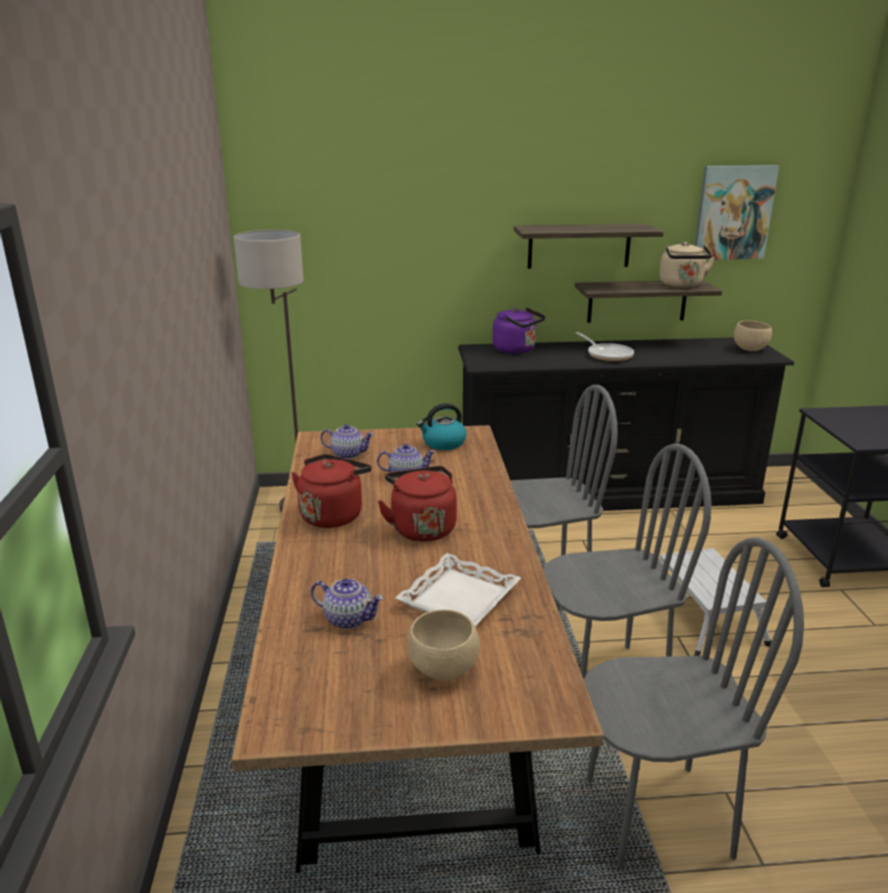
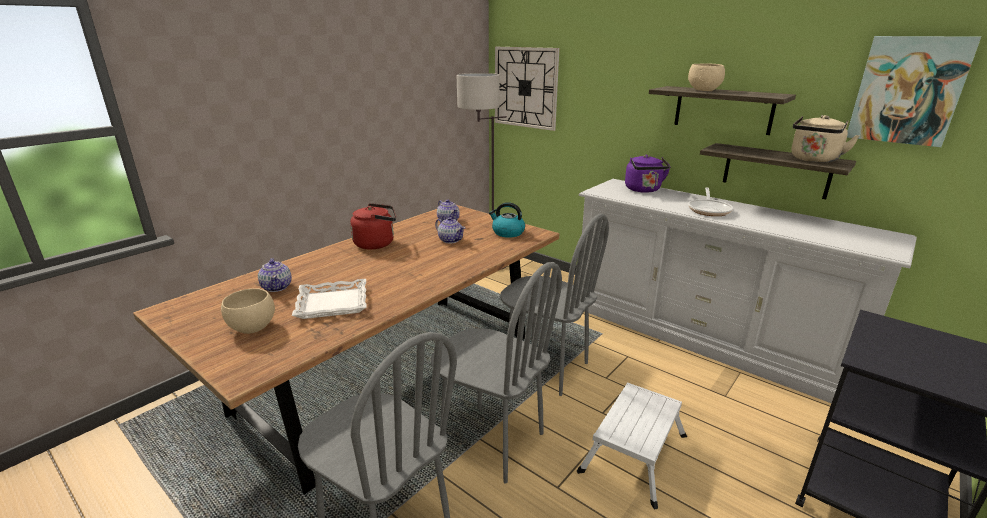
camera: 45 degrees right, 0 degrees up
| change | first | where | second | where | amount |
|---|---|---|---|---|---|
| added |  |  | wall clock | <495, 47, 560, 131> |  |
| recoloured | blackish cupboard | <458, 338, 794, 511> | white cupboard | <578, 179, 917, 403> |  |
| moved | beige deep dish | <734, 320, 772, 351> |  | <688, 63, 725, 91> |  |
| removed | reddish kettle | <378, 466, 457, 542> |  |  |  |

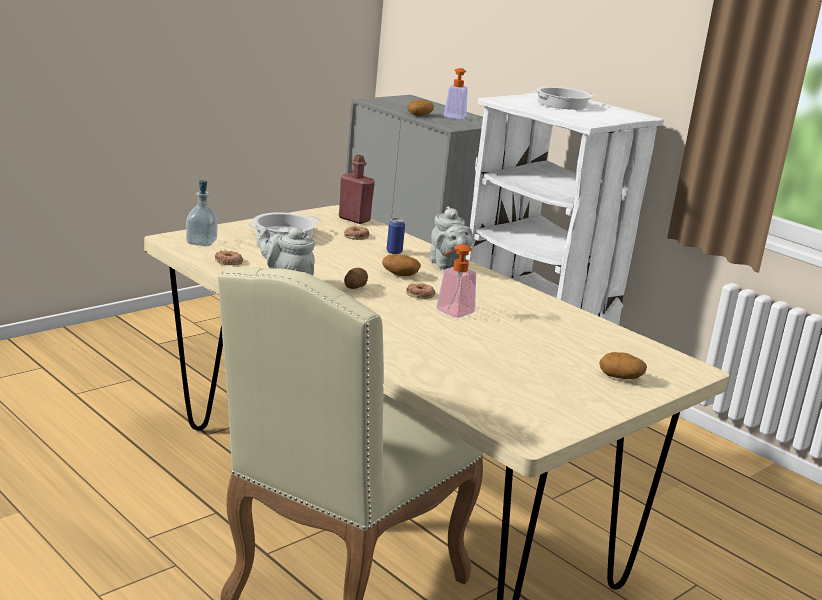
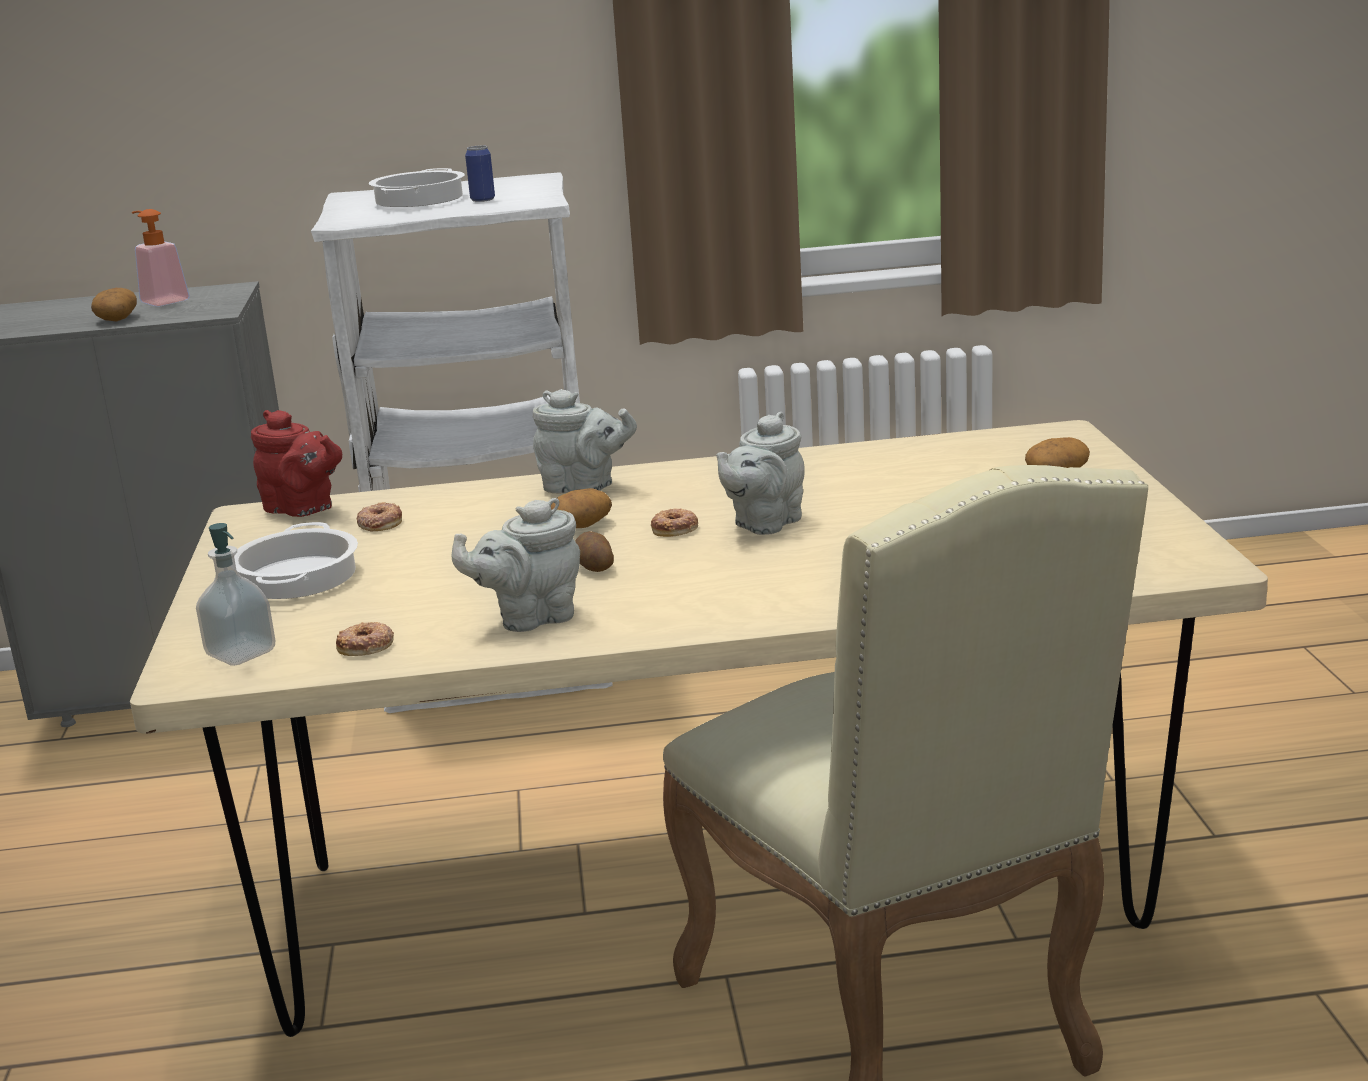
camera: 50 degrees left, 0 degrees up
| change | first | where | second | where | amount |
|---|---|---|---|---|---|
| replaced | reddish beverage bottle | <339, 155, 375, 224> | reddish teapot | <251, 410, 342, 517> |  |
| moved | can | <387, 218, 405, 254> |  | <465, 145, 495, 202> |  |
| replaced | soap dispenser | <436, 244, 476, 318> | gray teapot | <716, 412, 805, 535> |  |

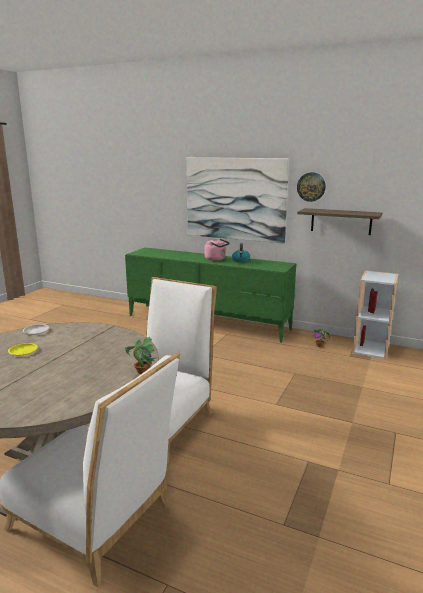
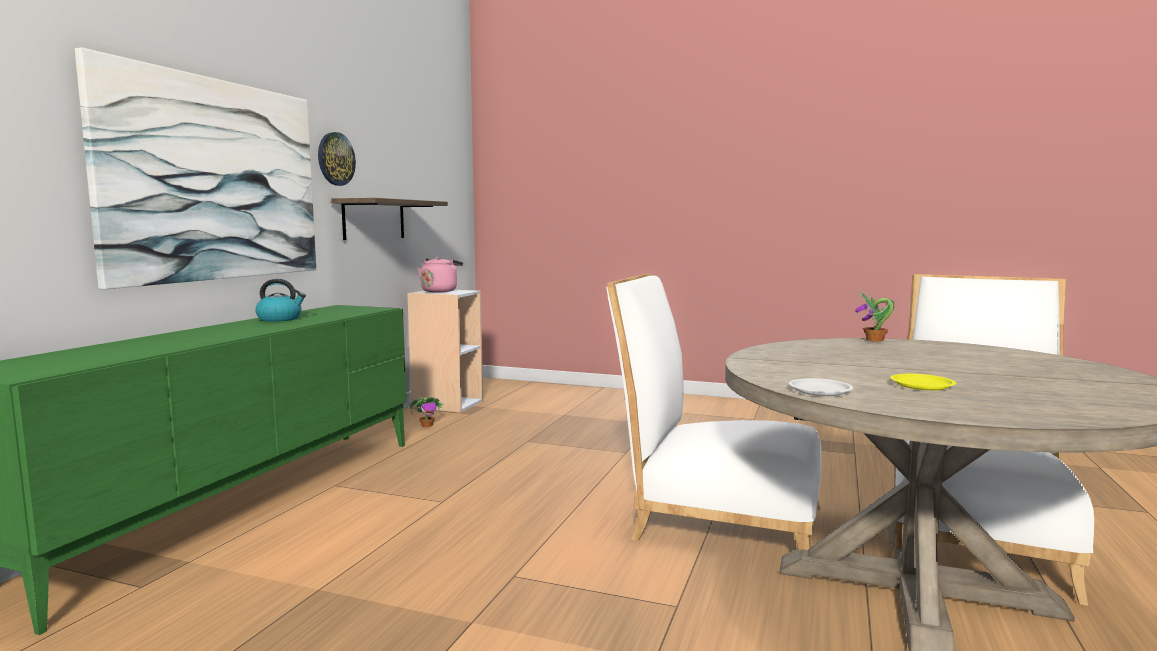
camera: 95 degrees left, 10 degrees down
| change | first | where | second | where | amount |
|---|---|---|---|---|---|
| moved | pink kettle | <204, 239, 230, 261> |  | <418, 257, 463, 292> |  |

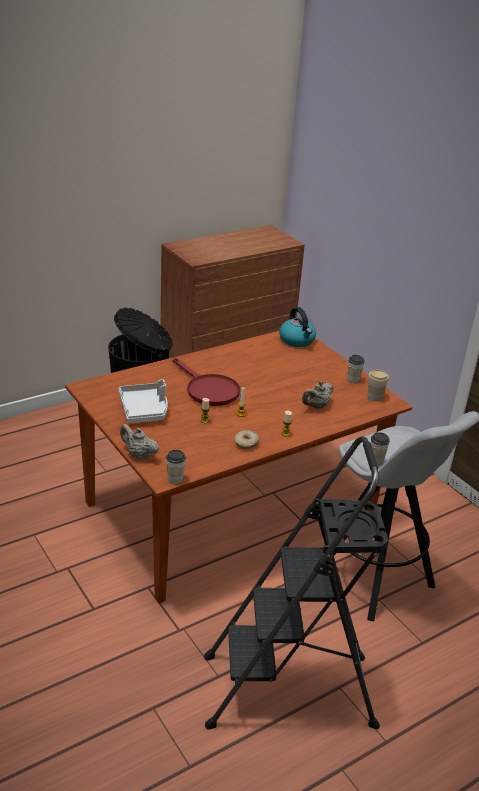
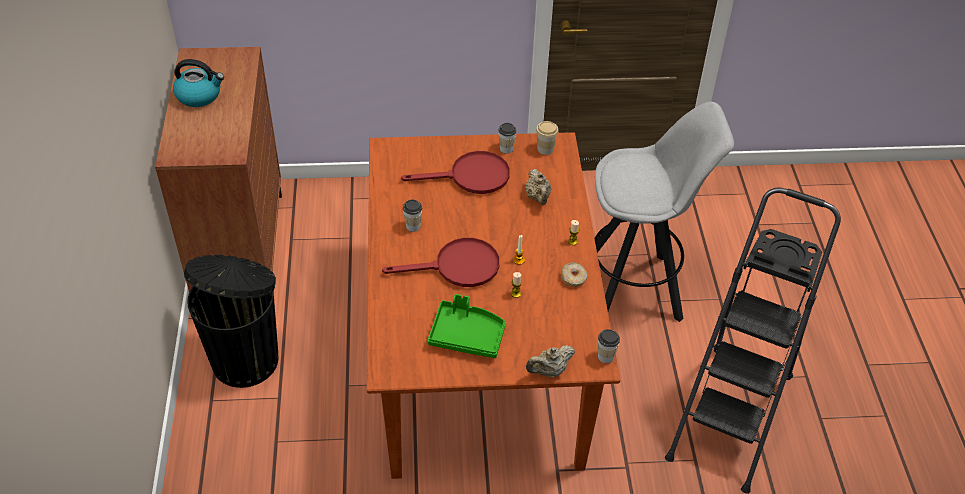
camera: 60 degrees left, 15 degrees up
| change | first | where | second | where | amount |
|---|---|---|---|---|---|
| moved | kettle | <279, 307, 316, 347> |  | <173, 59, 224, 107> |  |
| added |  |  | reddish frying pan | <401, 151, 510, 194> |  |
| moved | small cup | <371, 432, 390, 465> |  | <403, 199, 422, 232> |  |
| recoloured | gray carrying tray | <119, 379, 168, 423> | green-coloured carrying tray | <428, 294, 506, 358> |  |

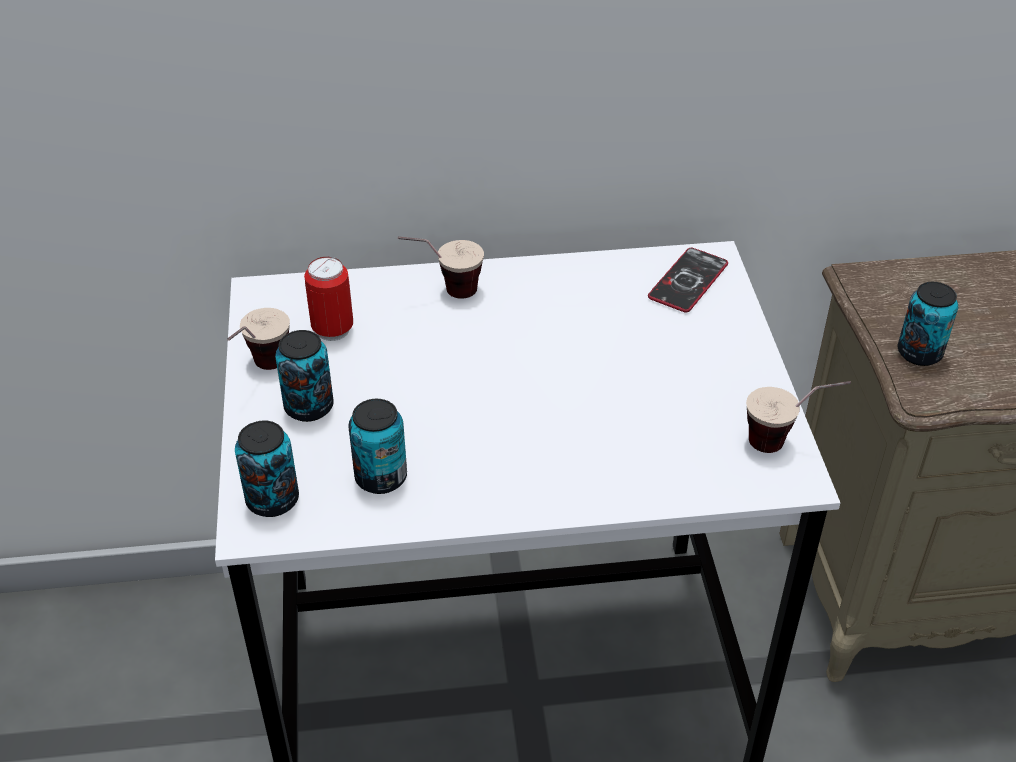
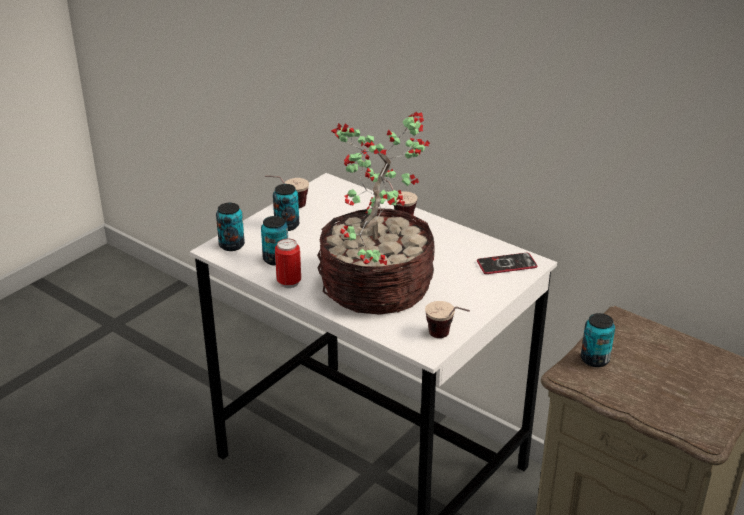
camera: 45 degrees right, 10 degrees down
| change | first | where | second | where | amount |
|---|---|---|---|---|---|
| moved | can | <304, 257, 353, 341> |  | <275, 239, 301, 288> |  |
| added |  |  | plant in a pot | <317, 112, 434, 315> |  |

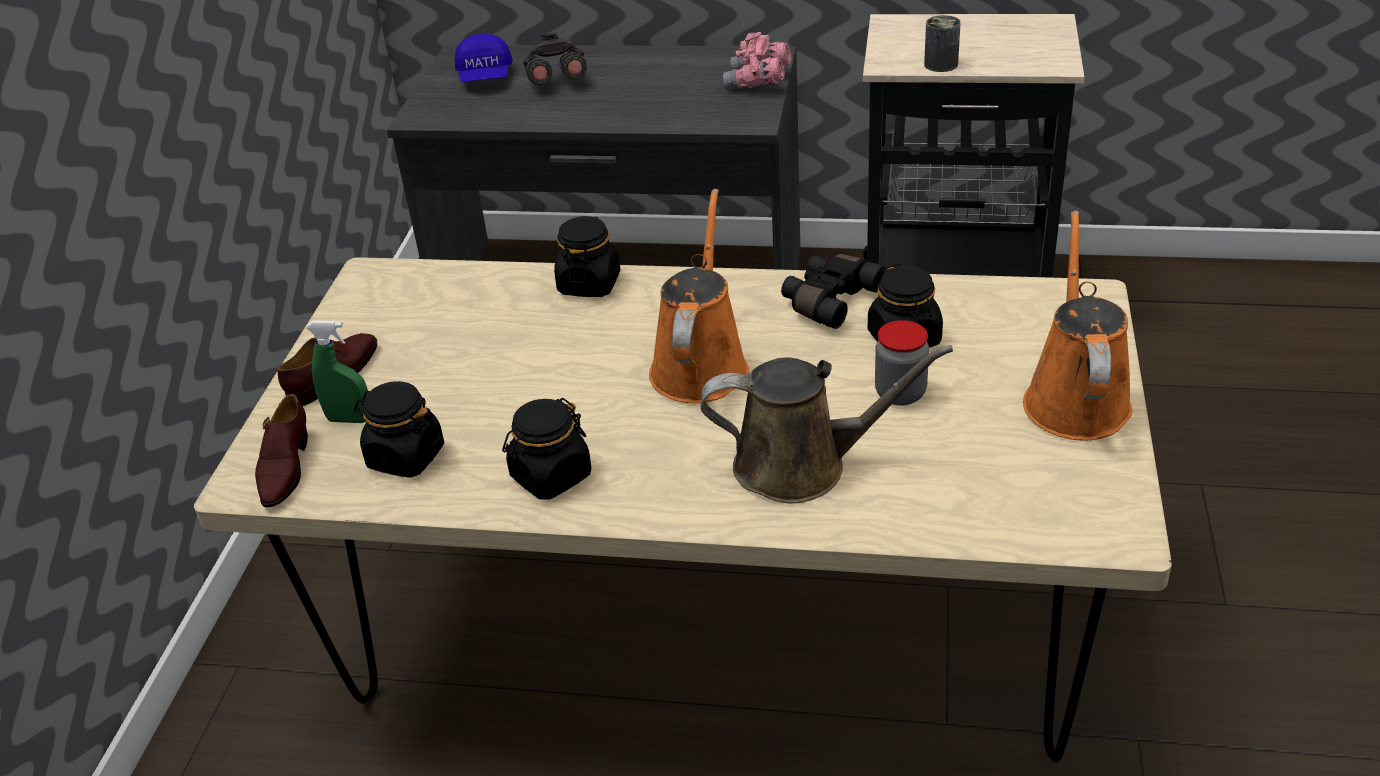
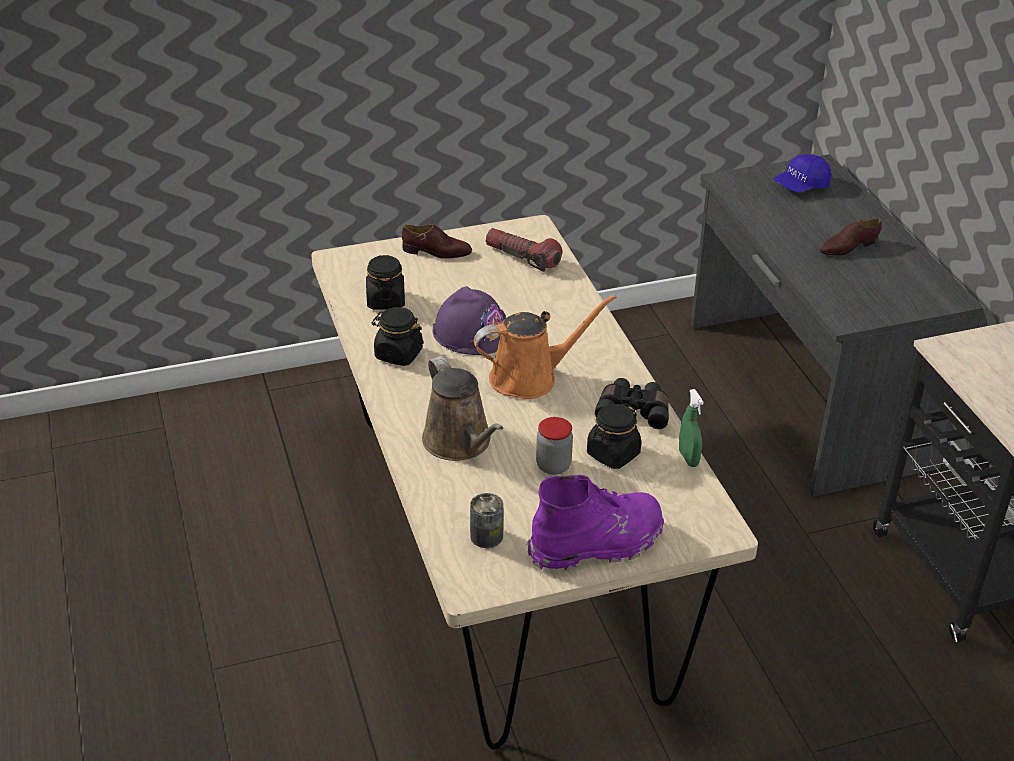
camera: 60 degrees right, 0 degrees up
| change | first | where | second | where | amount |
|---|---|---|---|---|---|
| added |  |  | purplish hard hat | <433, 286, 506, 355> |  |
| moved | can | <924, 15, 961, 72> |  | <470, 493, 504, 548> |  |
| added |  |  | flashlight | <486, 228, 563, 272> |  |
| replaced | orange-coloured watering can | <1023, 211, 1132, 441> | purplish tall boot | <527, 475, 664, 571> |  |
| moved | green-coloured spray bottle | <306, 321, 368, 423> |  | <679, 389, 704, 467> |  |
| moved | brown low shoe | <255, 394, 308, 507> |  | <820, 218, 882, 256> |  |
| removed | gray field glasses | <522, 32, 587, 85> |  |  |  |
| removed | blackish jar | <554, 216, 620, 297> |  |  |  |
| removed | pink field glasses | <723, 32, 791, 90> |  |  |  |

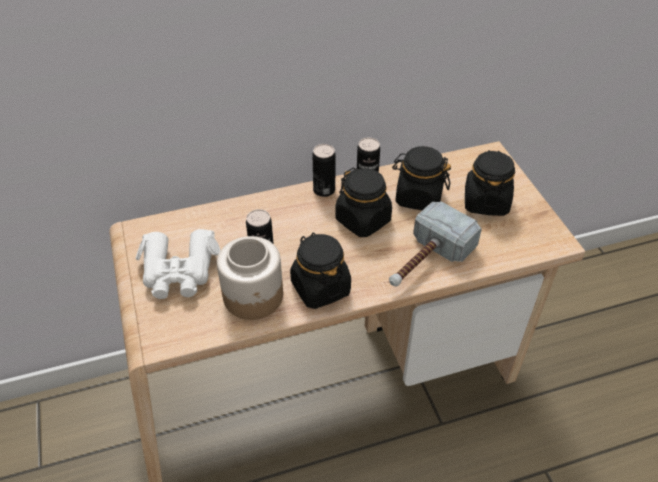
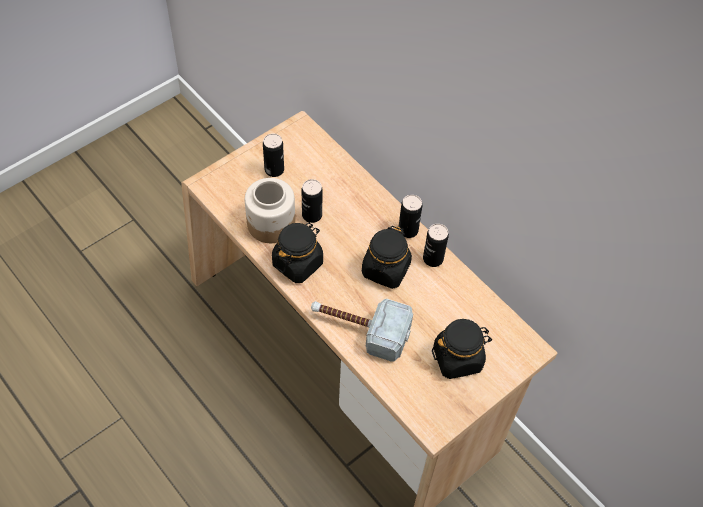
camera: 65 degrees right, 10 degrees up
| change | first | where | second | where | amount |
|---|---|---|---|---|---|
| replaced | white field glasses | <136, 229, 220, 299> | can | <263, 133, 284, 177> |  |
| removed | blackish jar | <392, 146, 451, 210> |  |  |  |

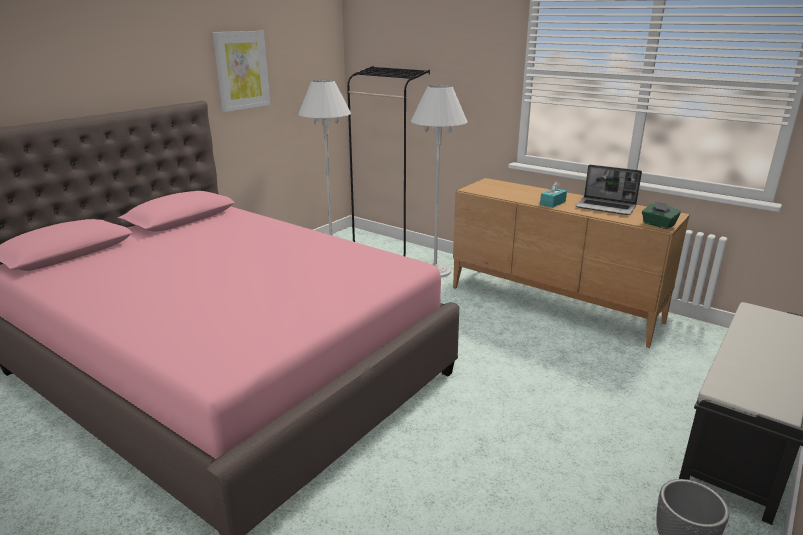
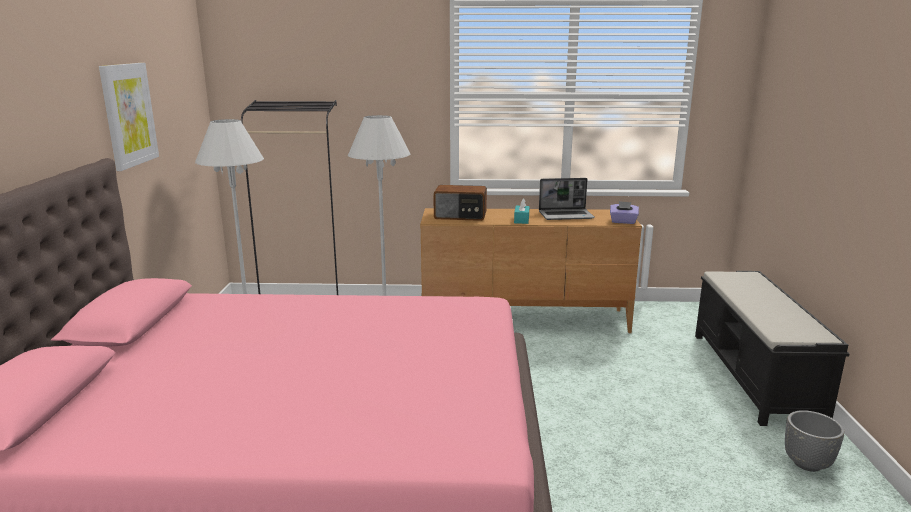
camera: 35 degrees left, 5 degrees down
| change | first | where | second | where | amount |
|---|---|---|---|---|---|
| added |  |  | radio | <433, 185, 487, 221> |  |
| recoloured | green-coloured box of tissues | <642, 201, 681, 229> | purplish box of tissues | <610, 201, 639, 224> |  |

